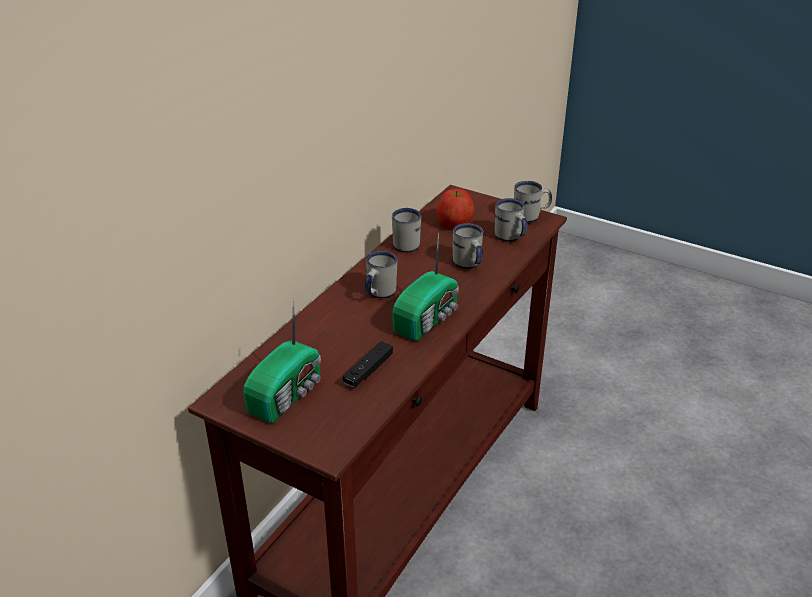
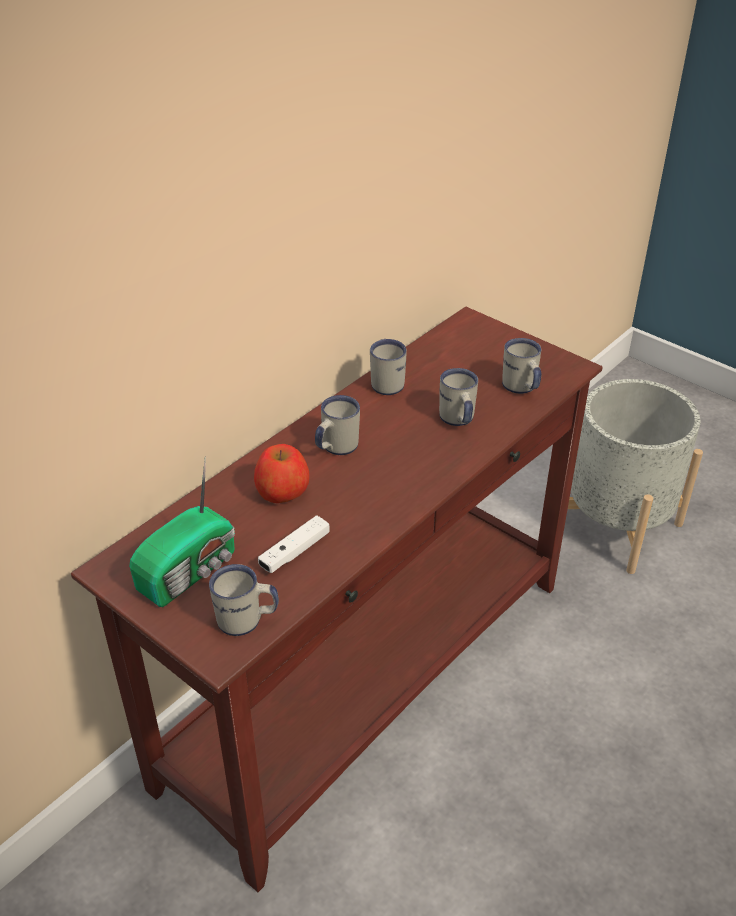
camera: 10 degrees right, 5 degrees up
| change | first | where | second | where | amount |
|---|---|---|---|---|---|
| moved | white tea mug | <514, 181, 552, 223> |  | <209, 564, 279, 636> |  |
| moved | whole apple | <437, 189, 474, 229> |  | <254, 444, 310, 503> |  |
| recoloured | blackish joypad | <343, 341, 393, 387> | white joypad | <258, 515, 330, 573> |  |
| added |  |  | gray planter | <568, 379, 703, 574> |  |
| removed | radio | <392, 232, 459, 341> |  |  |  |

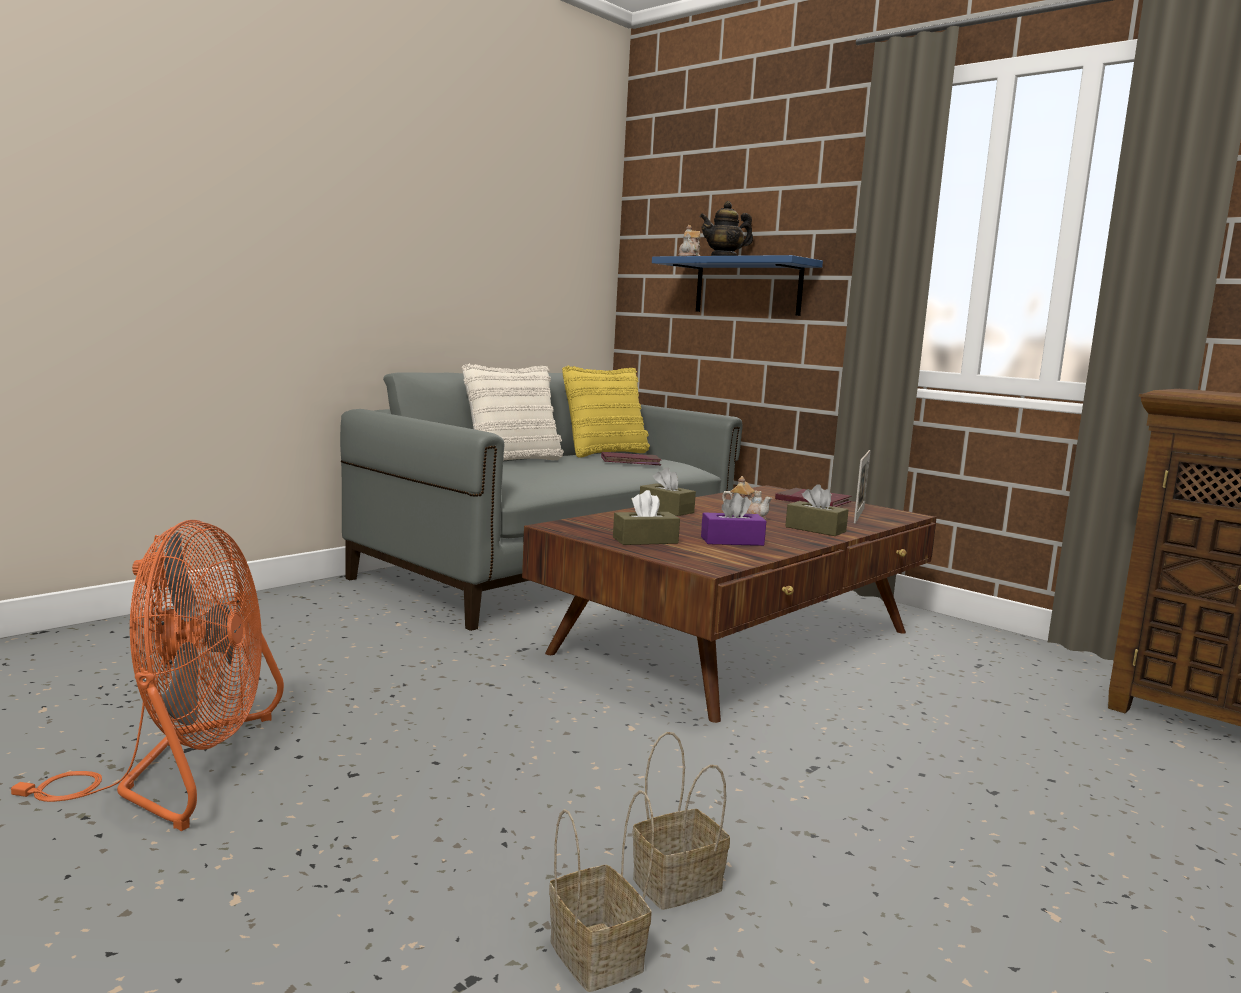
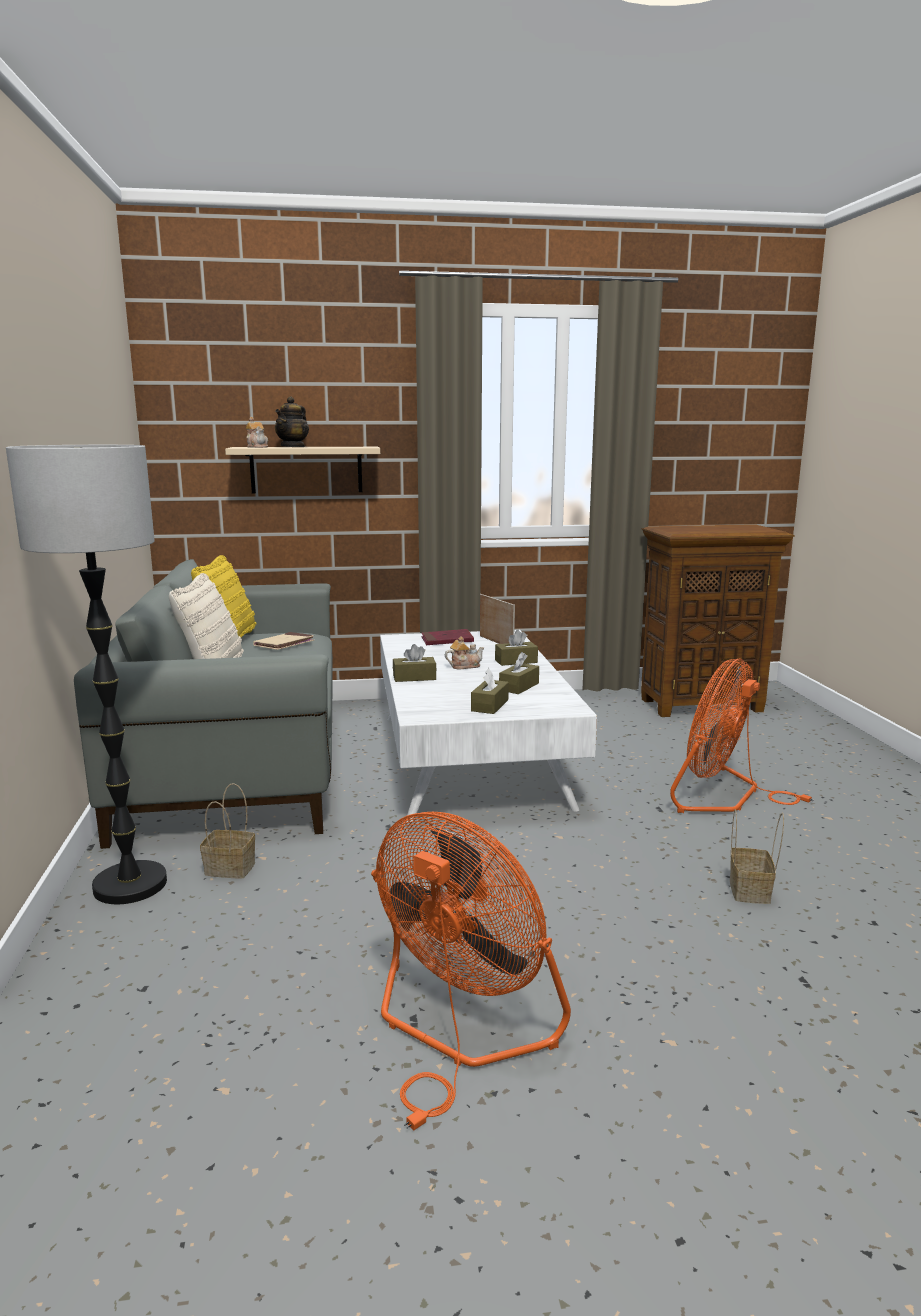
camera: 50 degrees left, 5 degrees up
| change | first | where | second | where | amount |
|---|---|---|---|---|---|
| added |  |  | standard lamp | <6, 445, 167, 905> |  |
| moved | household basket | <549, 790, 654, 992> |  | <200, 783, 255, 879> |  |
| recoloured | bluish shelf | <652, 255, 823, 316> | beige shelf | <225, 447, 380, 494> |  |
| recoloured | reddish book | <601, 452, 661, 465> | beige book | <253, 632, 314, 650> |  |
| recoloured | brown low table | <522, 485, 937, 723> | white low table | <380, 630, 597, 822> |  |
| recoloured | purplish box of tissues | <701, 493, 766, 546> | brown box of tissues | <499, 652, 539, 694> |  |
| added |  |  | orange-coloured fan | <670, 658, 813, 813> |  |

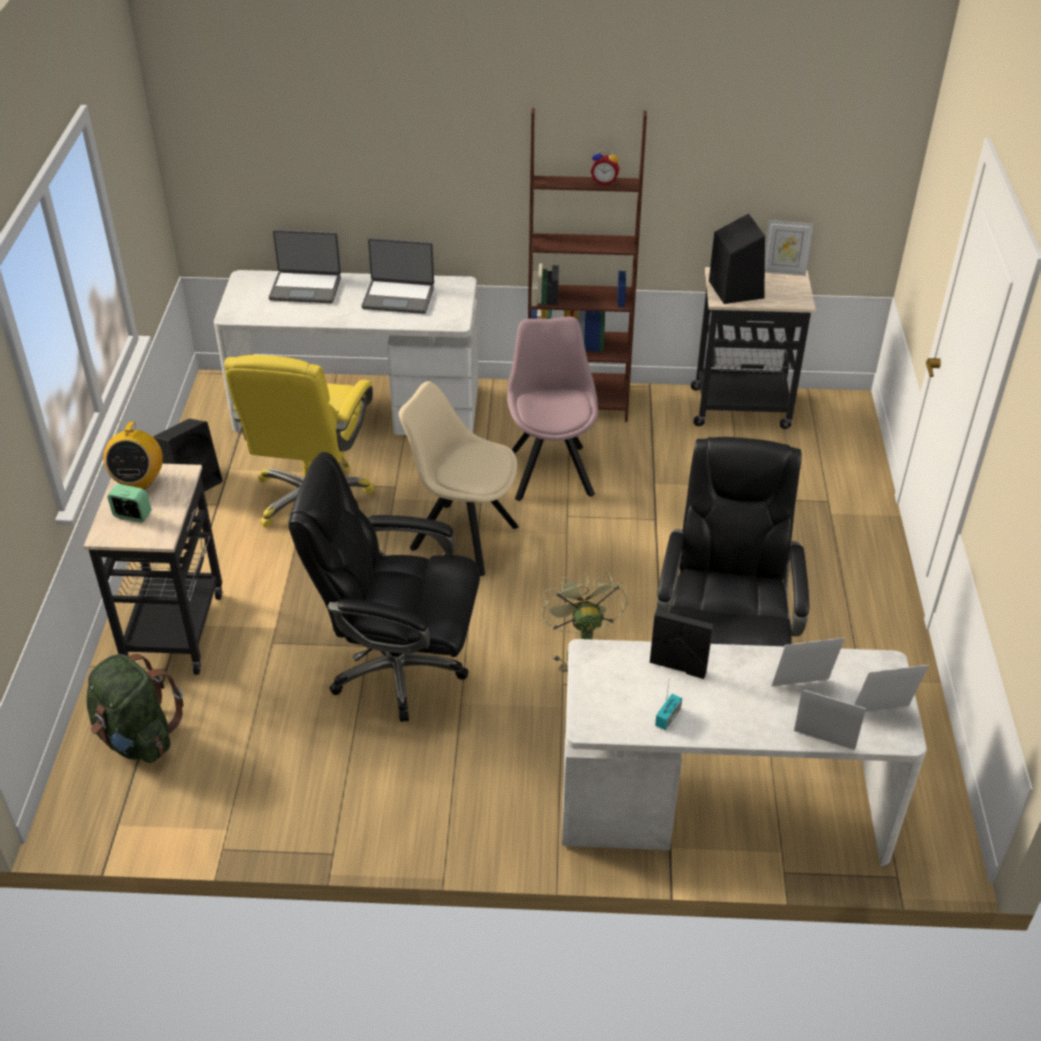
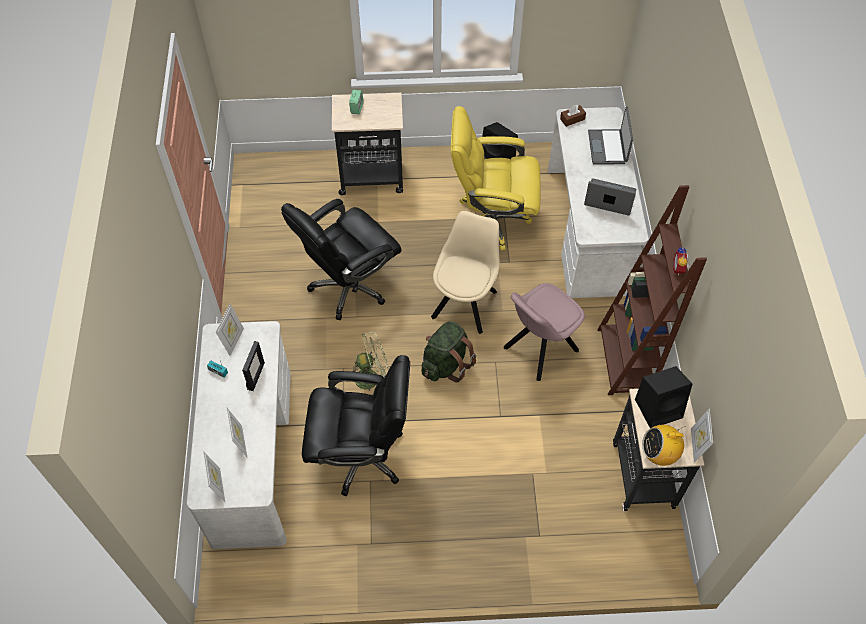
camera: 85 degrees right, 15 degrees up
| change | first | where | second | where | amount |
|---|---|---|---|---|---|
| moved | picture frame | <794, 689, 866, 750> |  | <216, 304, 244, 356> |  |
| turned | blackish computer chair | <288, 452, 480, 722> |  | <281, 199, 402, 320> | 135 degrees counterclockwise |
| moved | green-coloured backpack | <86, 654, 184, 763> |  | <421, 321, 476, 383> |  |
| turned | pink upright chair | <507, 317, 598, 501> |  | <504, 283, 585, 381> | 150 degrees clockwise |
| added |  |  | brown box of tissues | <560, 105, 586, 127> |  |
| turned | notebook computer | <361, 238, 434, 314> |  | <584, 178, 636, 216> | 105 degrees clockwise |
| moved | radio | <103, 421, 163, 489> |  | <642, 425, 686, 466> |  |

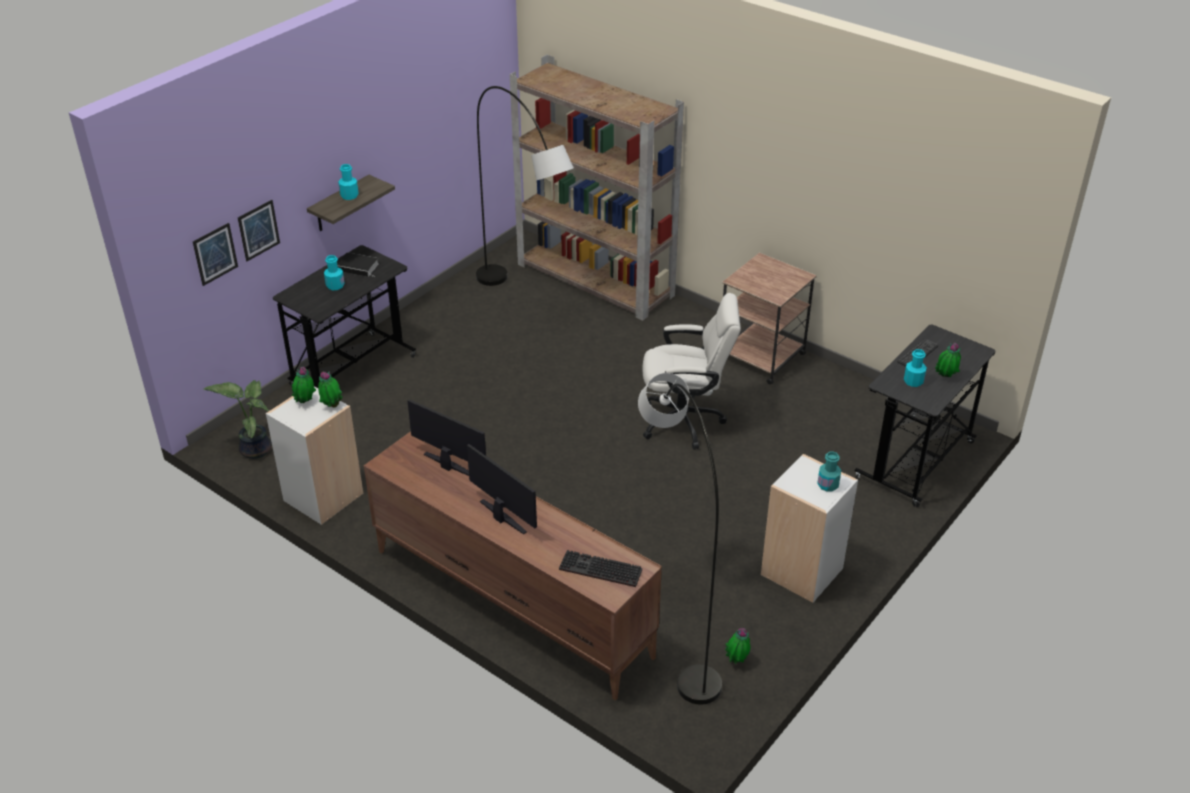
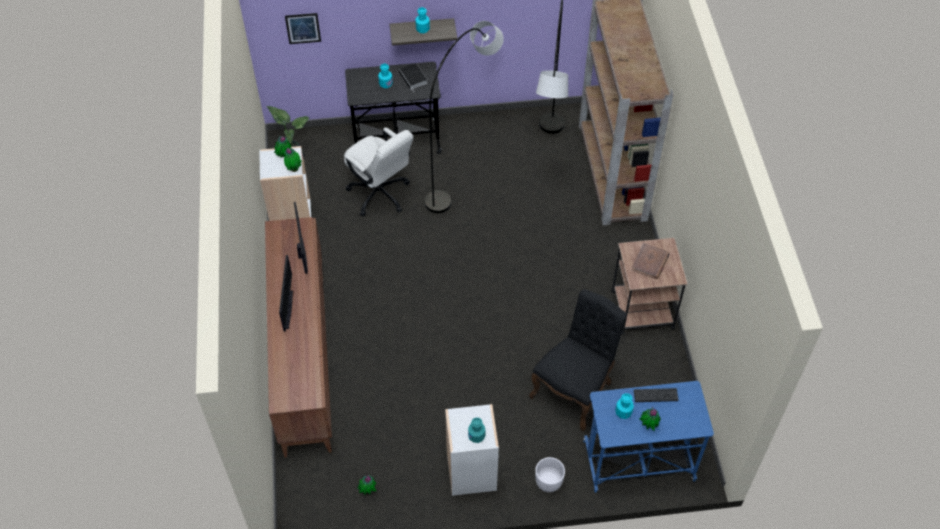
camera: 45 degrees right, 15 degrees up
| change | first | where | second | where | amount |
|---|---|---|---|---|---|
| moved | white computer chair | <643, 293, 741, 450> |  | <344, 128, 413, 217> |  |
| moved | gray standard lamp | <638, 373, 722, 705> |  | <425, 21, 504, 213> |  |
| added |  |  | blackish upright chair | <529, 289, 627, 431> |  |
| added |  |  | white planter | <535, 457, 565, 492> |  |
| recoloured | blackish desk table | <855, 325, 995, 507> | bluish desk table | <583, 381, 714, 493> |  |
| added |  |  | brown book | <632, 243, 670, 279> |  |
| removed | wall picture | <238, 200, 280, 261> |  |  |  |
| removed | PC keyboard | <559, 550, 642, 587> |  |  |  |

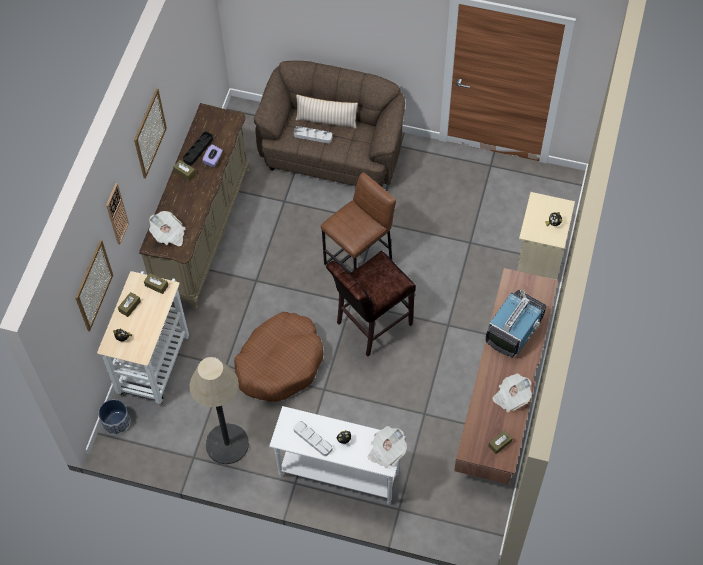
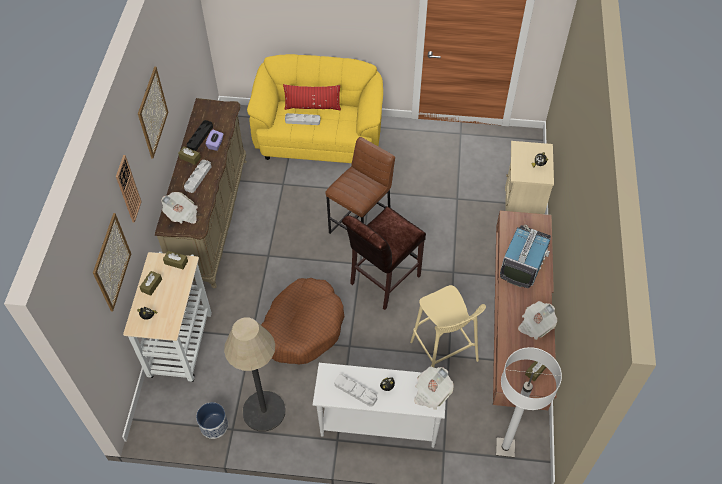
camera: 10 degrees left, 5 degrees down
| change | first | where | second | where | amount |
|---|---|---|---|---|---|
| added |  |  | gray carrying tray | <184, 160, 212, 193> |  |
| moved | planter | <99, 399, 130, 435> |  | <196, 402, 228, 439> |  |
| recoloured | brown settee | <254, 60, 405, 187> | yellow-coloured settee | <247, 54, 383, 163> |  |
| recoloured | beige cushion | <296, 94, 358, 129> | reddish cushion | <283, 84, 341, 110> |  |
| added |  |  | beige stool seat | <410, 285, 486, 367> |  |
| added |  |  | white standard lamp | <496, 347, 562, 458> |  |

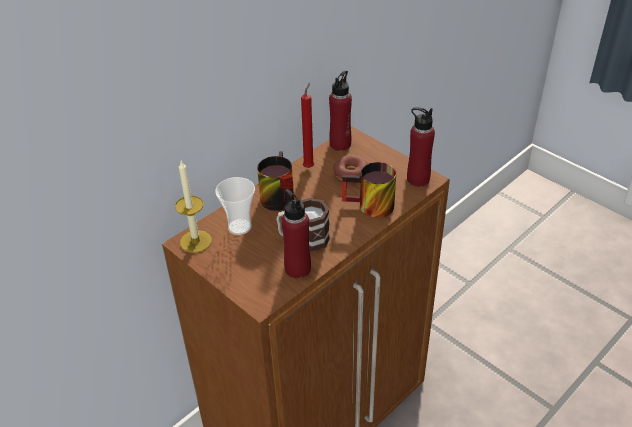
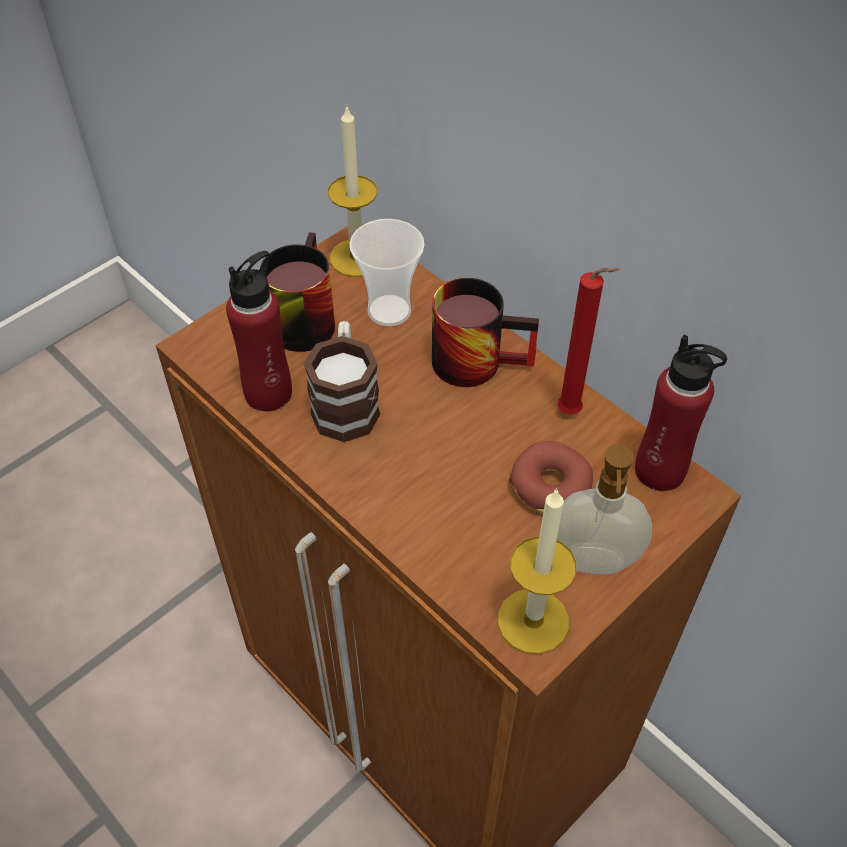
camera: 90 degrees right, 10 degrees up
| change | first | where | second | where | amount |
|---|---|---|---|---|---|
| moved | tea mug | <342, 162, 396, 218> |  | <260, 232, 335, 352> |  |
| replaced | reddish beverage bottle | <407, 107, 435, 187> | wax candle | <498, 488, 576, 654> |  |
| added |  |  | soap dispenser | <557, 444, 652, 574> |  |

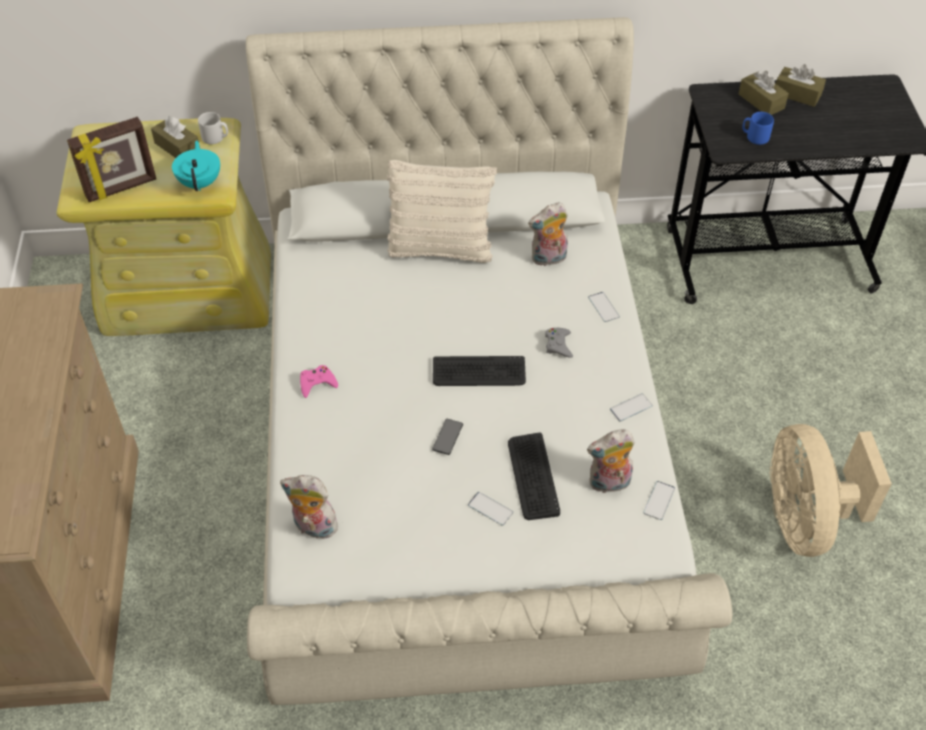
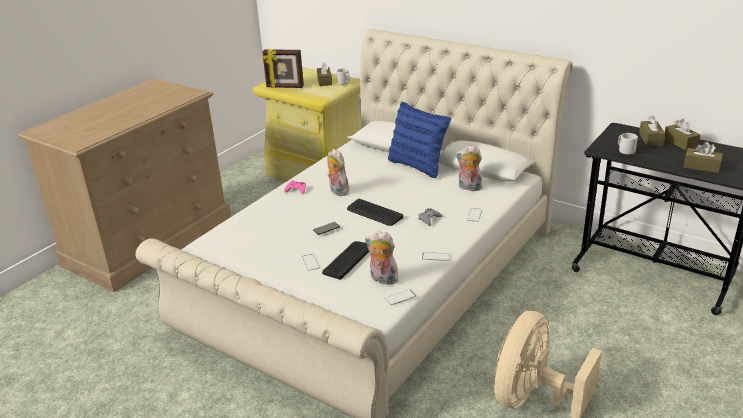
camera: 40 degrees right, 20 degrees down
| change | first | where | second | where | amount |
|---|---|---|---|---|---|
| moved | plush toy | <280, 475, 338, 542> |  | <327, 149, 349, 196> |  |
| recoloured | beige cushion | <387, 160, 497, 263> | bluish cushion | <388, 102, 451, 178> |  |
| recoloured | bluish tea mug | <742, 112, 774, 145> | gray tea mug | <618, 133, 638, 155> |  |
| added |  |  | brown box of tissues | <683, 142, 723, 173> |  |
| removed | turquoise teapot | <172, 140, 220, 191> |  |  |  |

